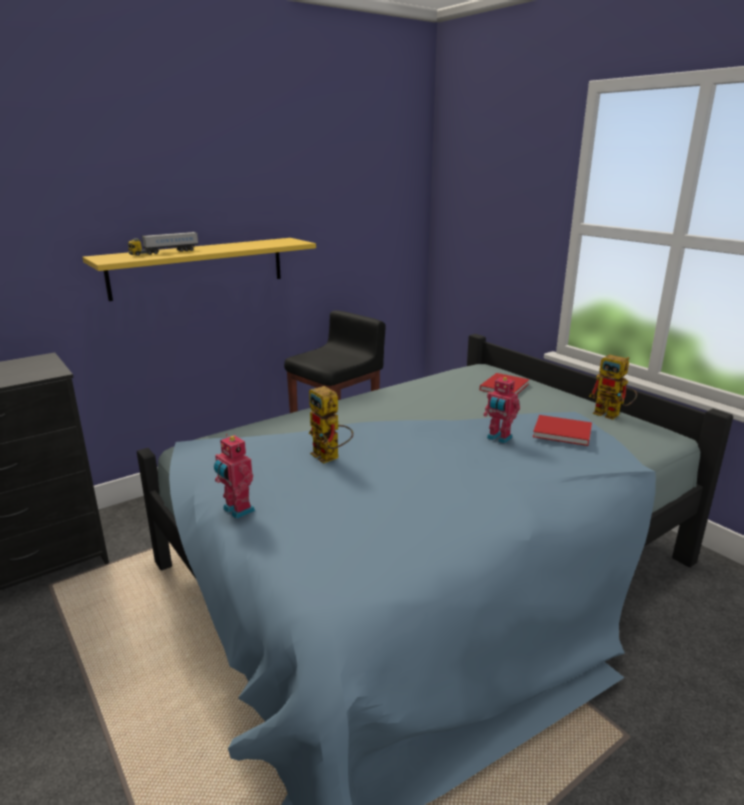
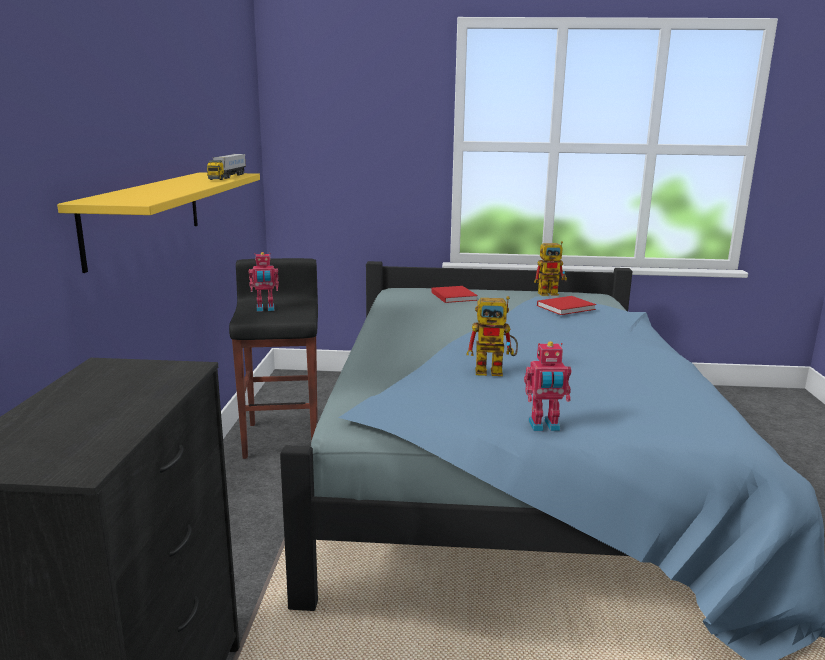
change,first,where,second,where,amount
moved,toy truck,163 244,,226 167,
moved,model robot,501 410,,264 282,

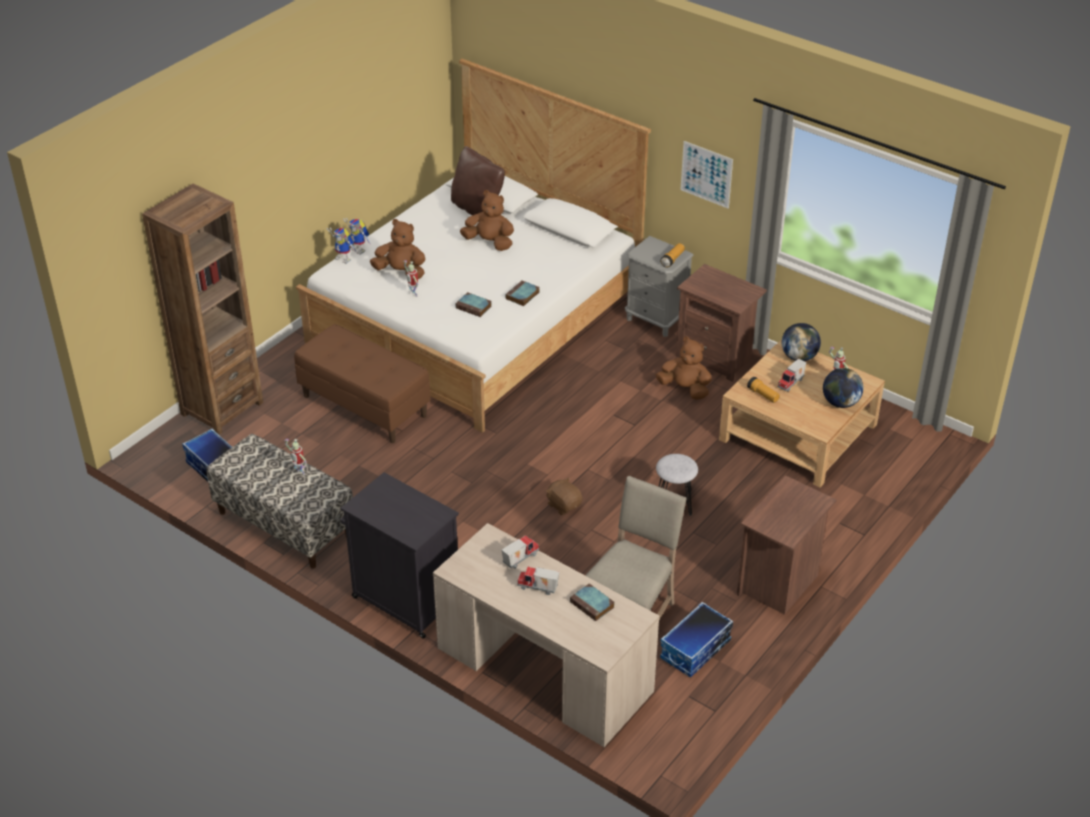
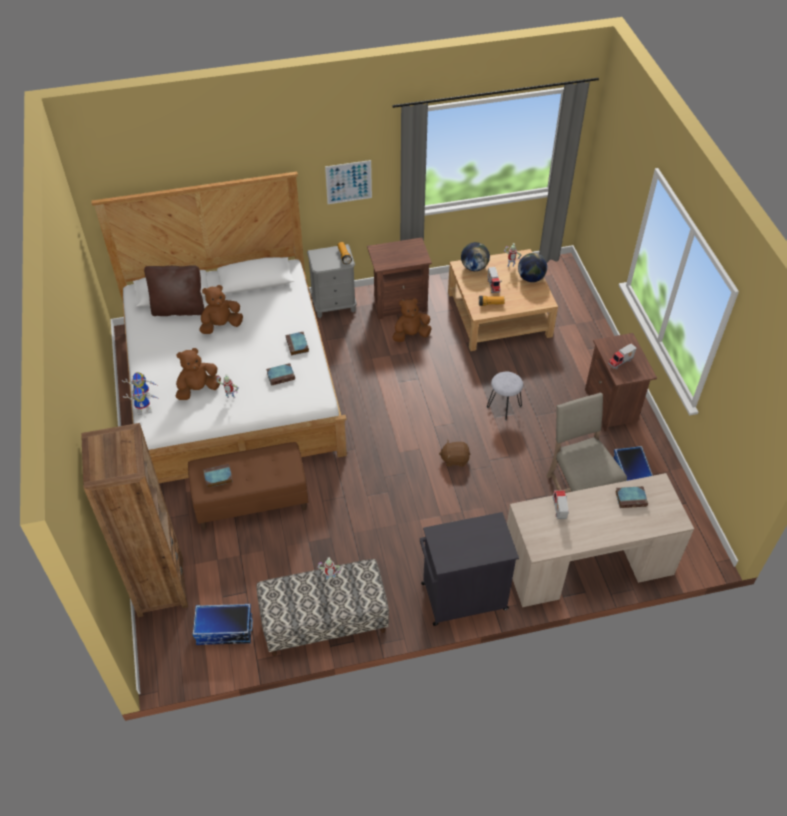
change,first,where,second,where,amount
added,,,book,218 476,
moved,toy truck,538 581,,622 356,

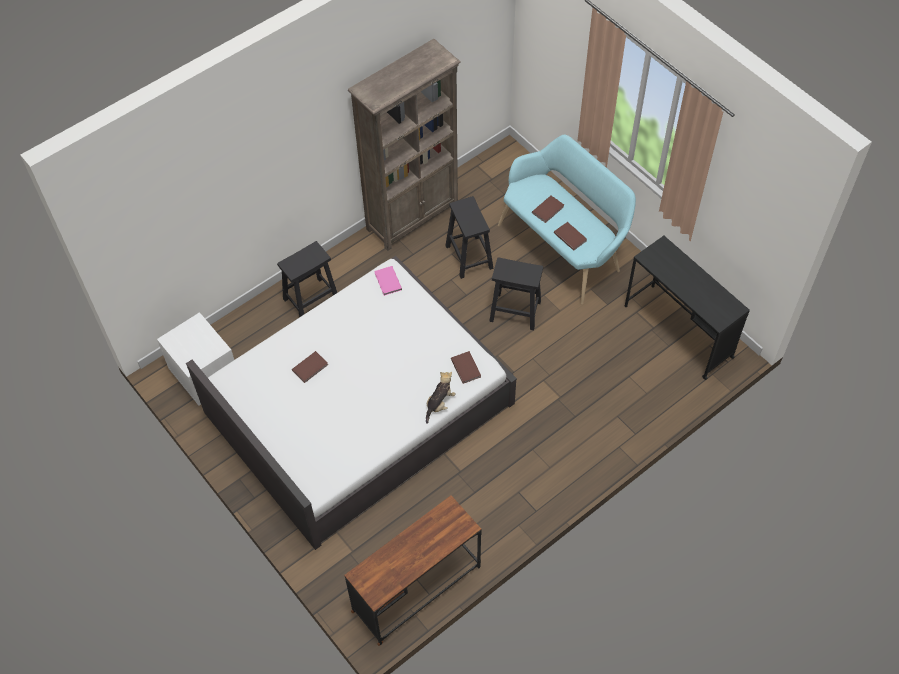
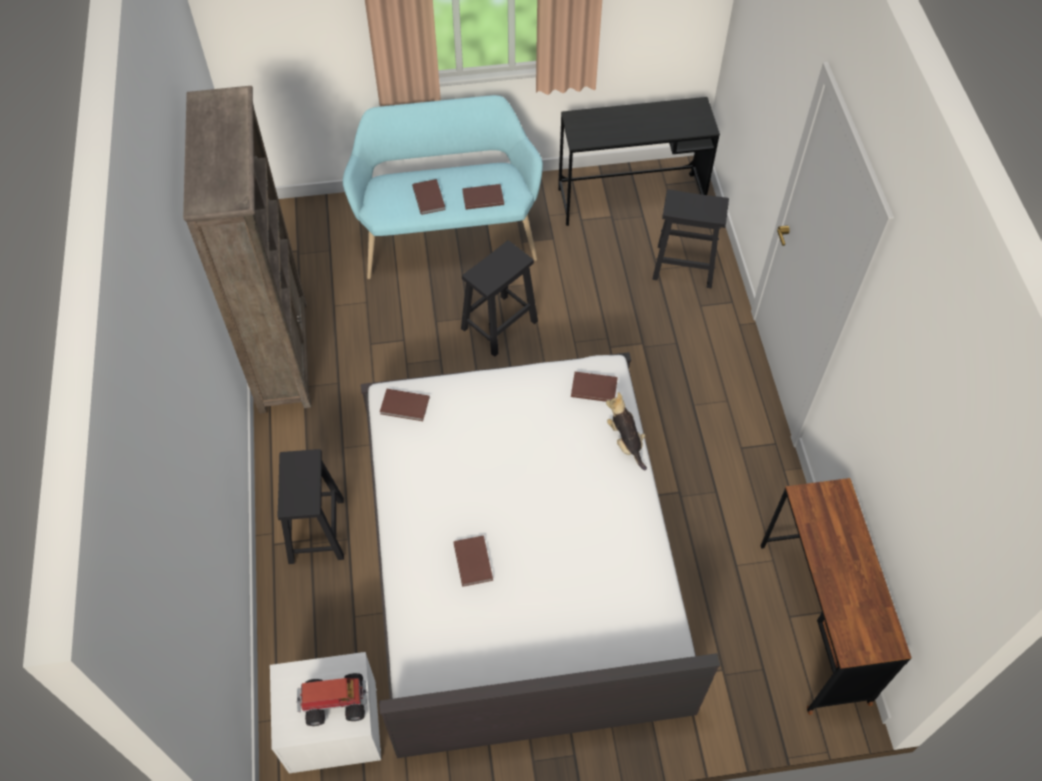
change,first,where,second,where,amount
added,,,toy truck,332 699,
recoloured,pink-coloured book,388 281,brown-coloured book,405 405,
moved,blackish stool seat,469 237,,690 238,

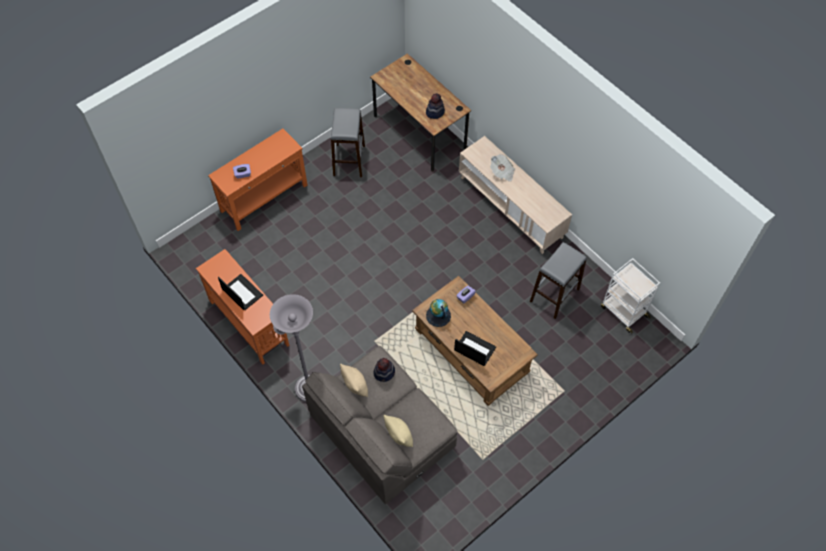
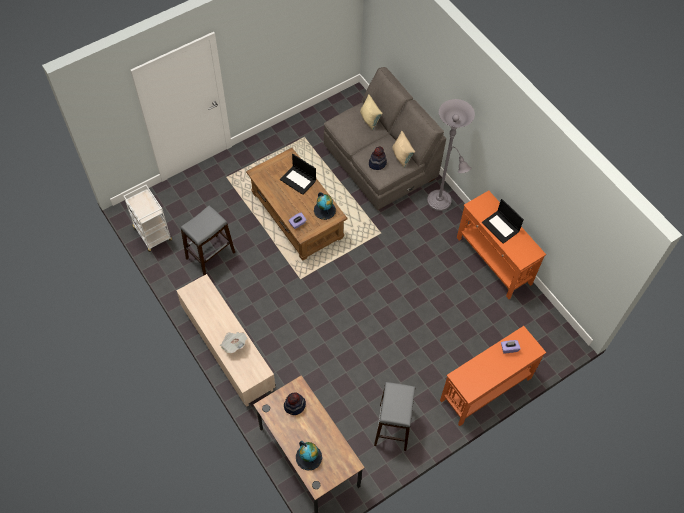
change,first,where,second,where,amount
added,,,world globe,309 456,

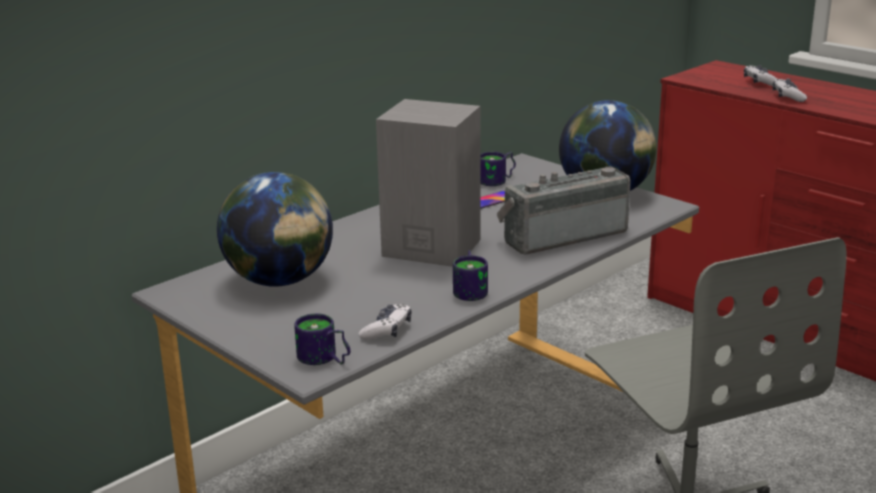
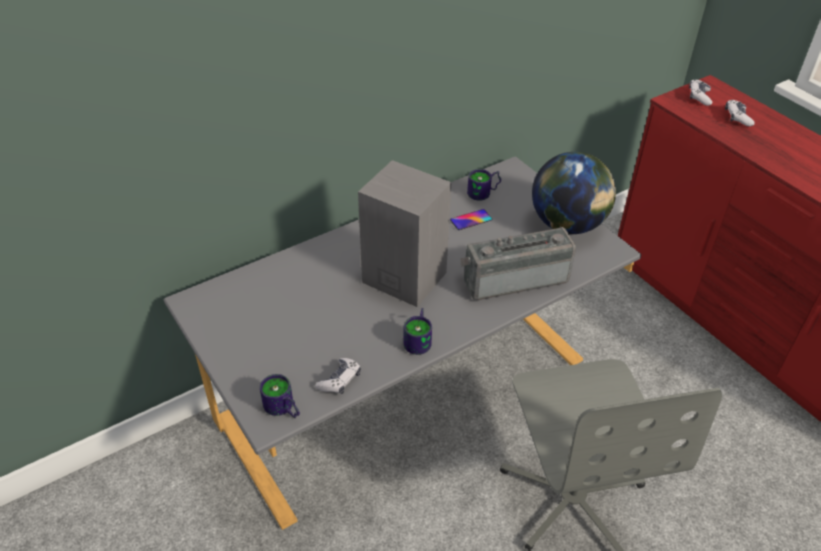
change,first,where,second,where,amount
moved,game controller,789 90,,700 92,
removed,world globe,275 229,,,

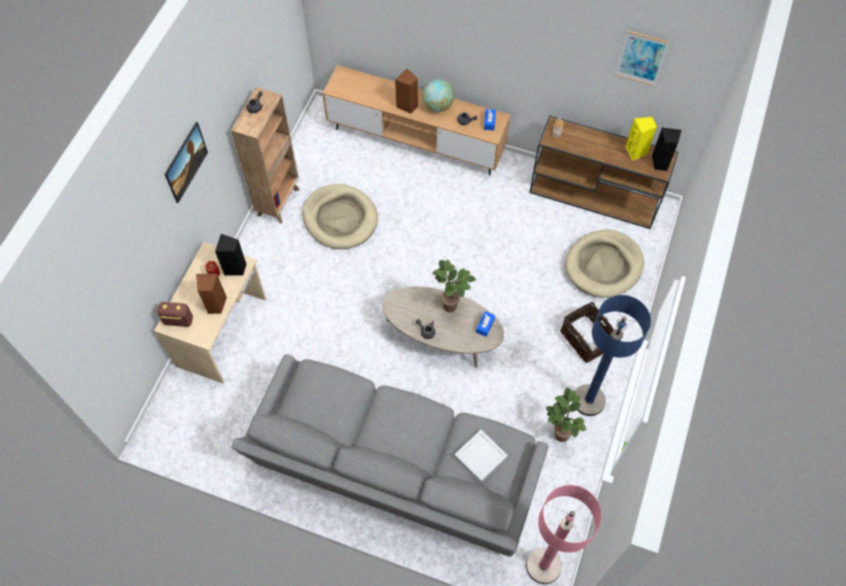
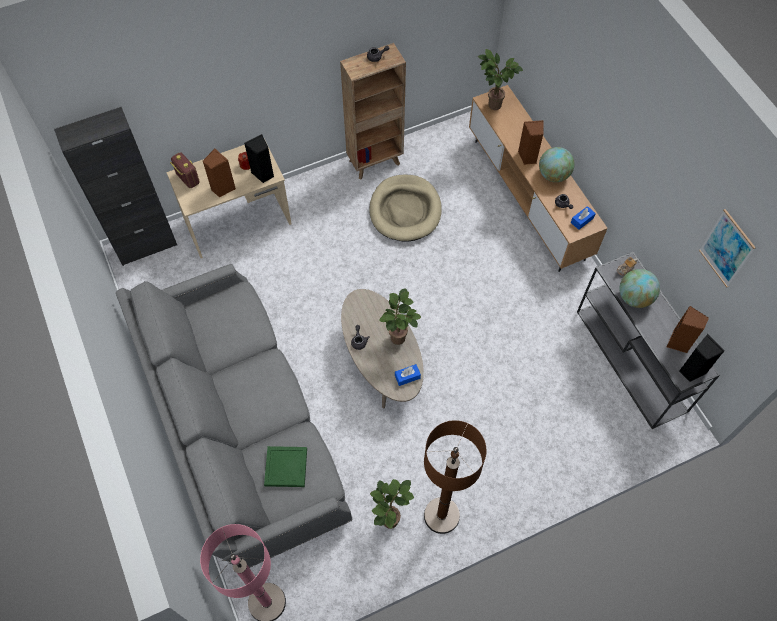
change,first,where,second,where,amount
added,,,blackish storage cabinet,115 186,
recoloured,white-coloured serving tray,481 456,greenish serving tray,285 466,
recoloured,bluish floor lamp,613 355,brown-coloured floor lamp,455 477,
added,,,houseplant,500 79,
recoloured,brown-coloured narrow table,604 172,grey narrow table,648 340,
added,,,world globe,639 288,
recoloured,yellowish loudspeaker,641 139,brown-coloured loudspeaker,687 329,
removed,wall art,186 162,,,
removed,household basket,587 332,,,
removed,beige-coloured dog cushion,604 264,,,

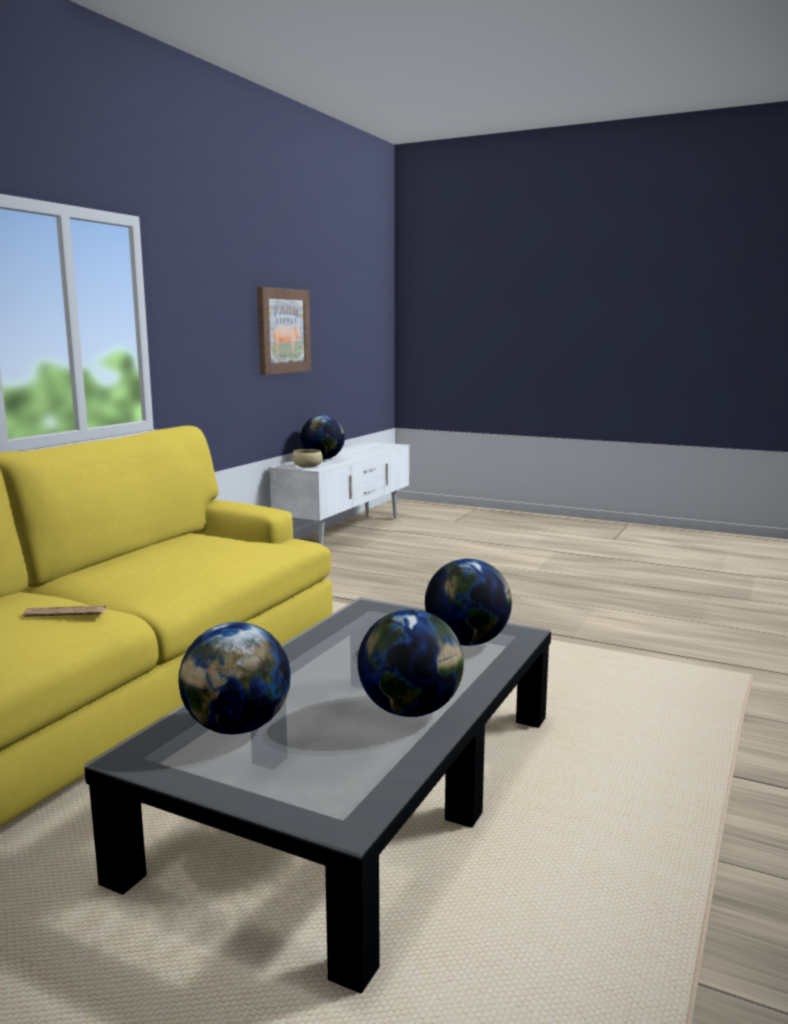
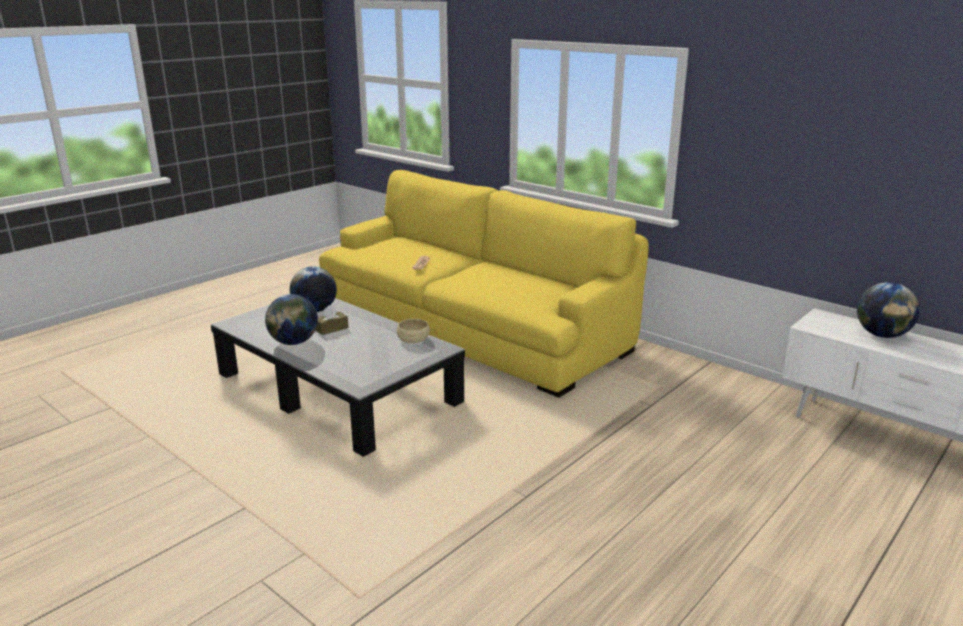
change,first,where,second,where,amount
added,,,brown-coloured tissue holder,332 320,
moved,beige-coloured bowl,307 458,,413 331,
removed,wall art,284 331,,,
removed,world globe,468 602,,,

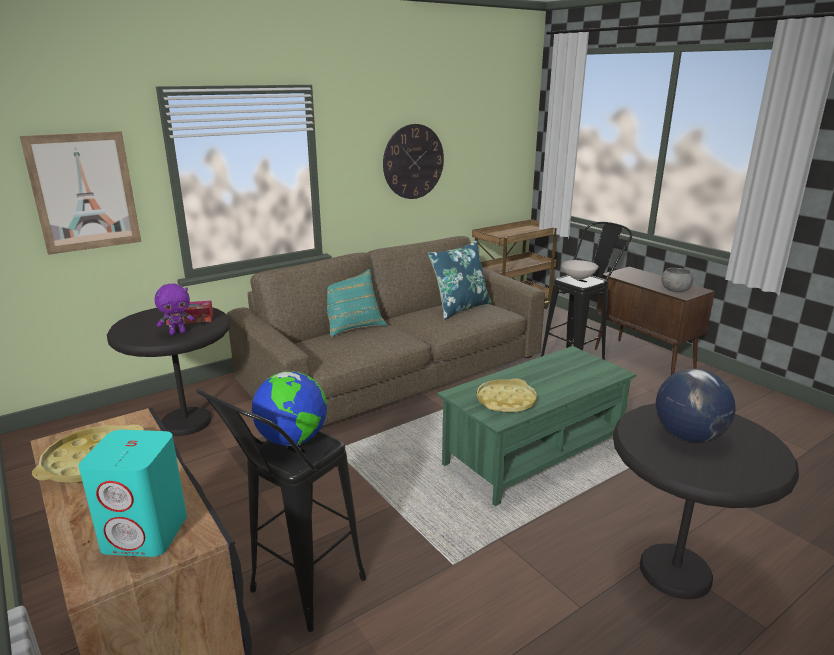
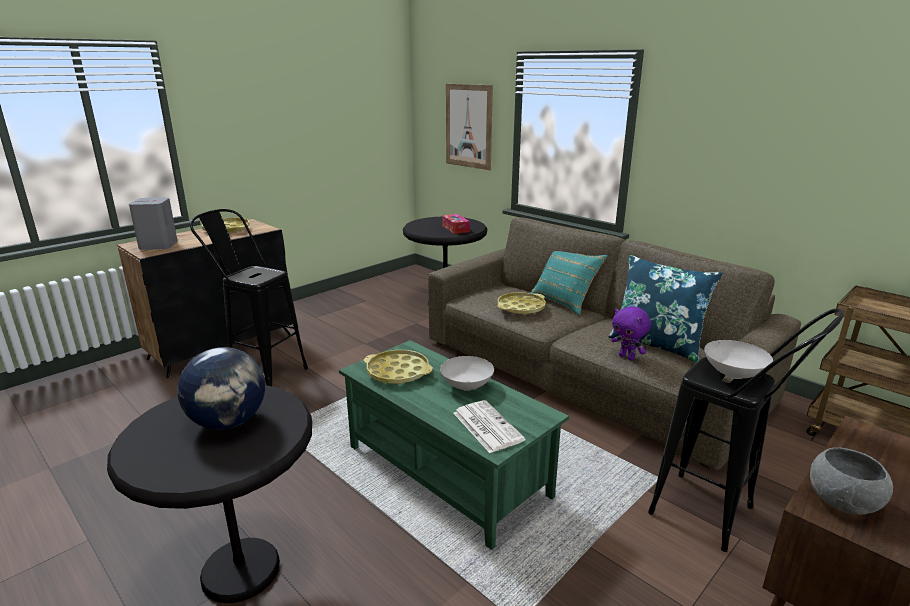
change,first,where,second,where,amount
recoloured,turquoise loudspeaker,132 493,grey loudspeaker,153 223,
added,,,white-coloured bowl,467 373,
added,,,newspaper,489 426,
added,,,yellowish serving tray,521 303,
moved,purple soft toy,175 309,,631 333,
removed,world globe,289 408,,,
removed,hanging clock,413 161,,,

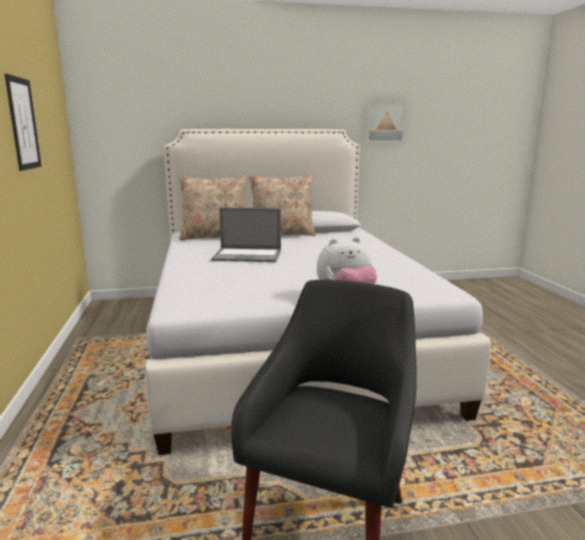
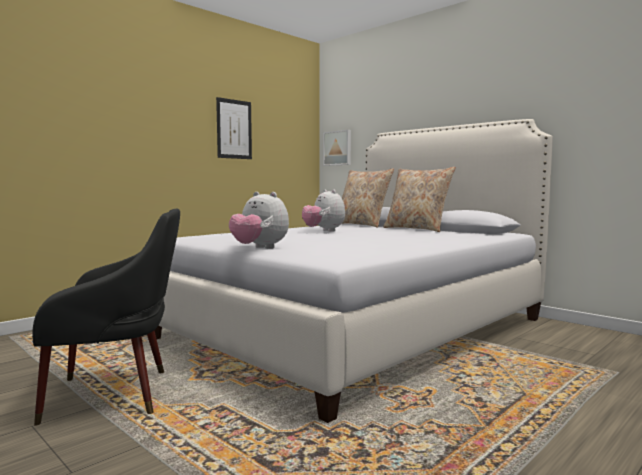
change,first,where,second,where,amount
replaced,notebook computer,246 235,soft toy,323 210,
moved,wall art,386 122,,337 148,

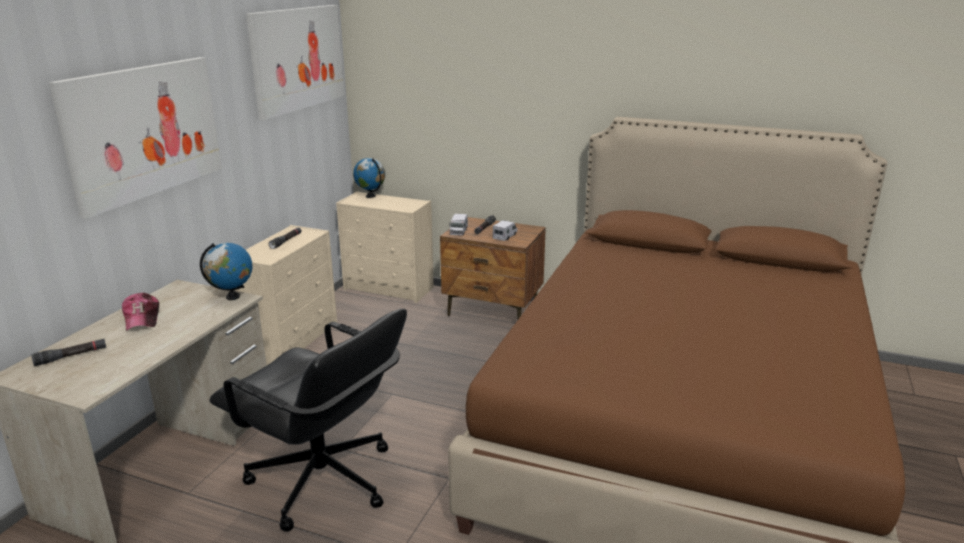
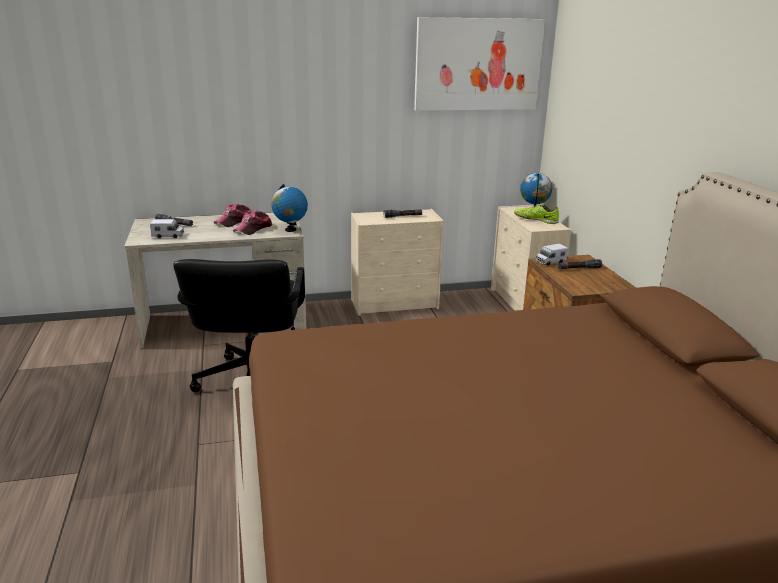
change,first,where,second,where,amount
moved,toy truck,505 230,,167 229,
added,,,cap,252 222,
added,,,item of footwear,536 214,
removed,wall art,135 138,,,

